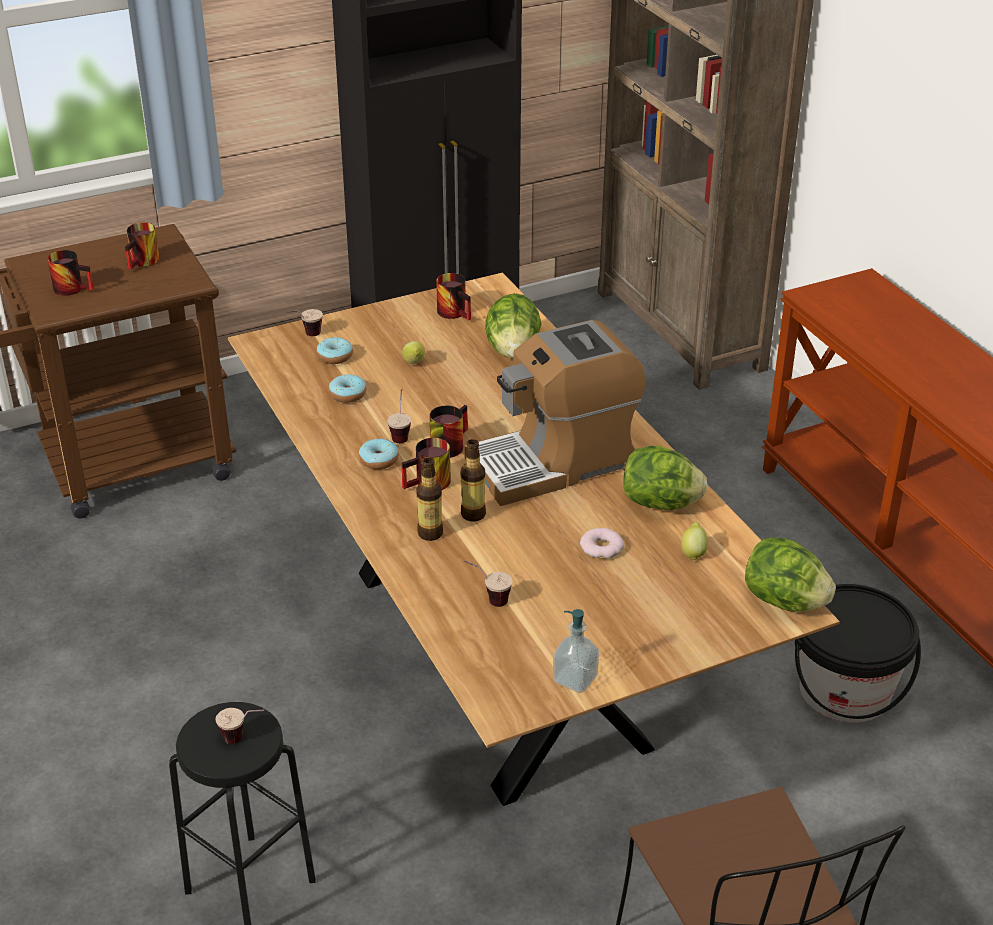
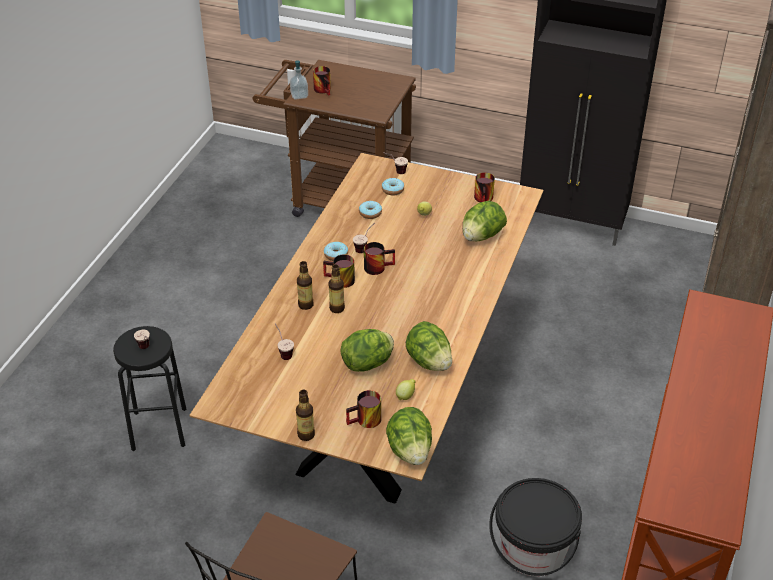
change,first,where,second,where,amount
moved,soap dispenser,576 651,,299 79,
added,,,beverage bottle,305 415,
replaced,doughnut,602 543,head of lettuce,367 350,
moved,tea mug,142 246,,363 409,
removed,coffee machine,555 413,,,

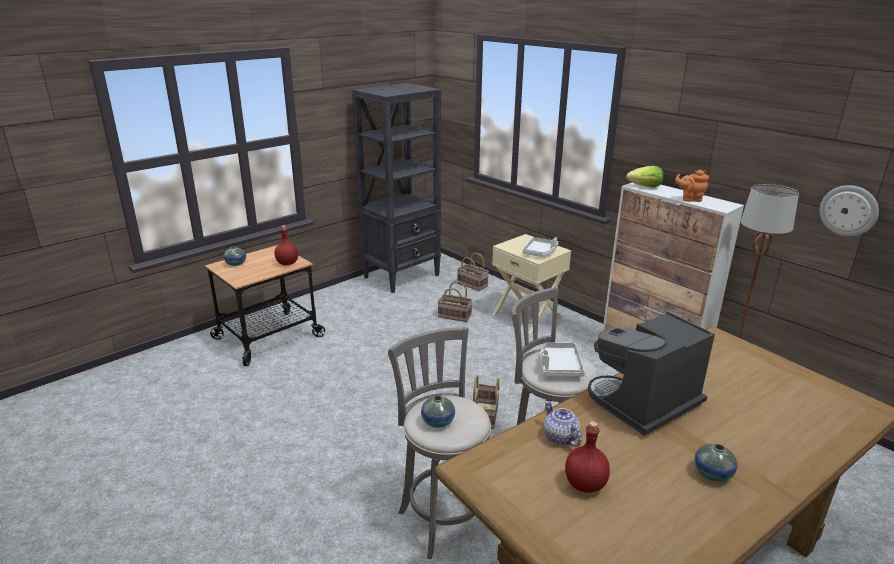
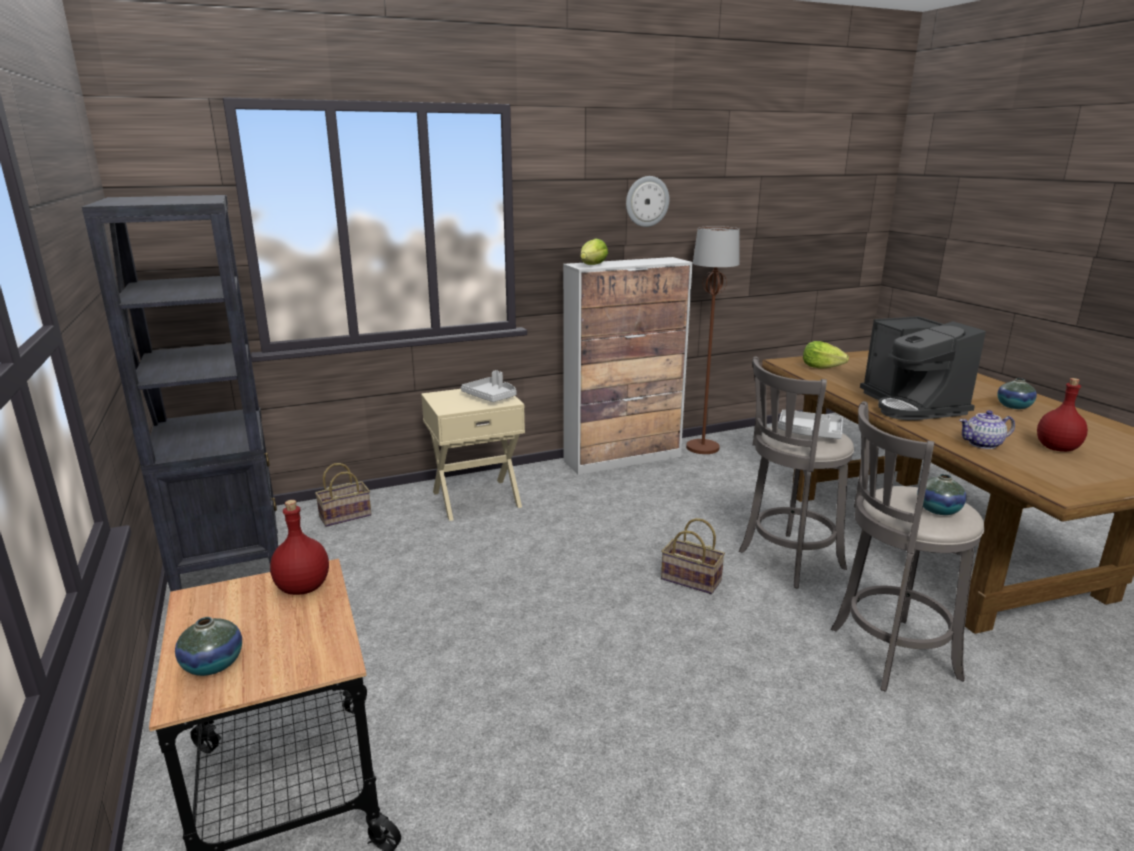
change,first,where,second,where,amount
moved,hanging clock,849 210,,647 201,
added,,,head of lettuce,826 355,
removed,household basket,455 301,,,
removed,orange-coloured tea pot,692 186,,,

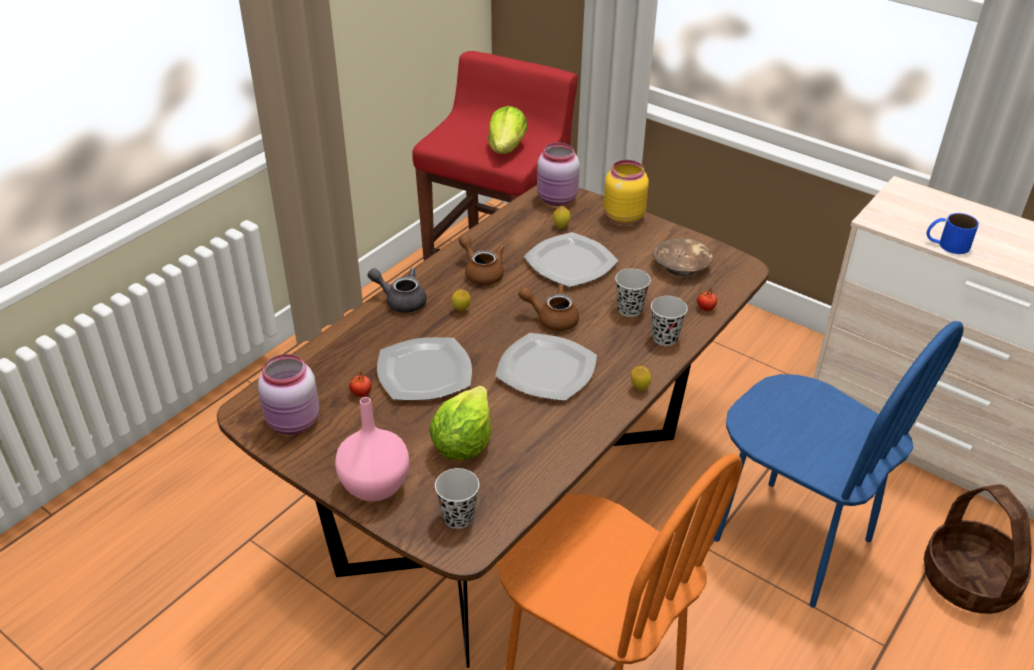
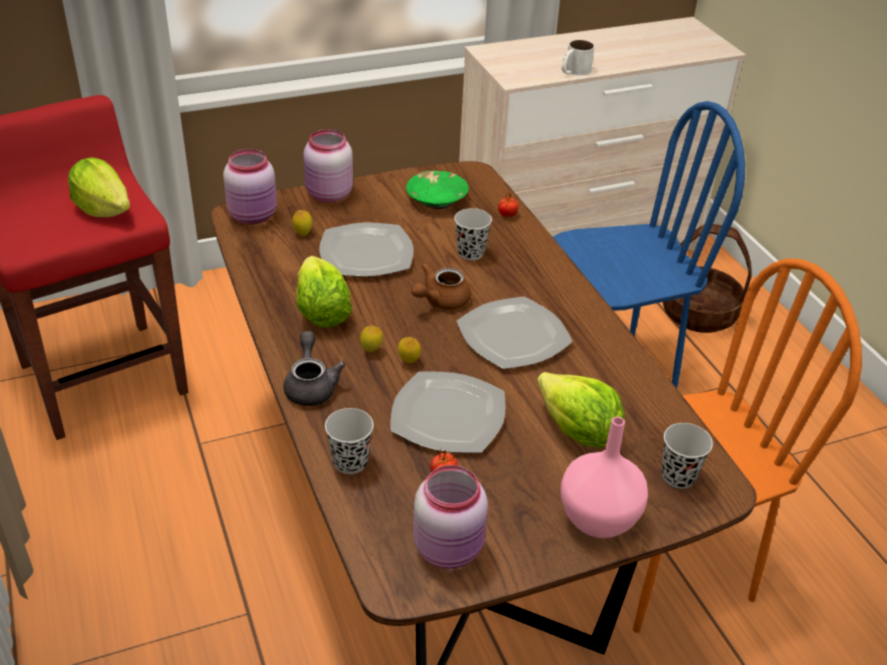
change,first,where,second,where,amount
turned,grey tea pot,397 290,,314 368,120 degrees clockwise
replaced,brown-coloured tea pot,481 260,head of lettuce,324 292,
recoloured,yellowish storage jar,626 192,pink-coloured storage jar,328 165,
moved,blackish cup,669 321,,349 441,
moved,whole lemon,641 378,,409 350,
recoloured,brown-coloured bowl,683 257,greenish bowl,437 190,
recoloured,bluish tea mug,953 233,white-coloured tea mug,578 57,

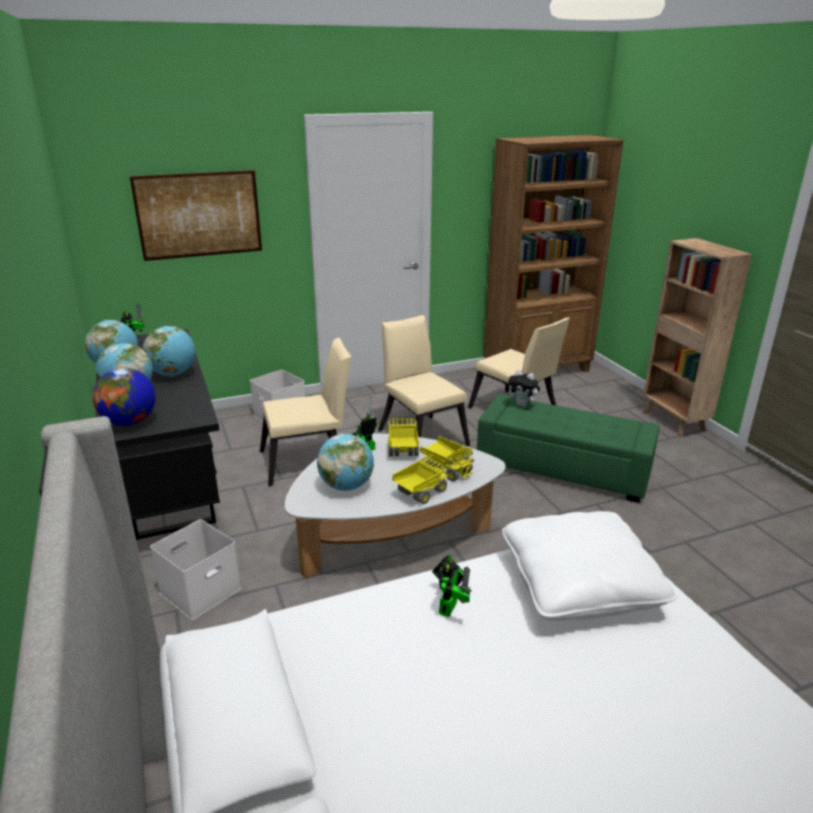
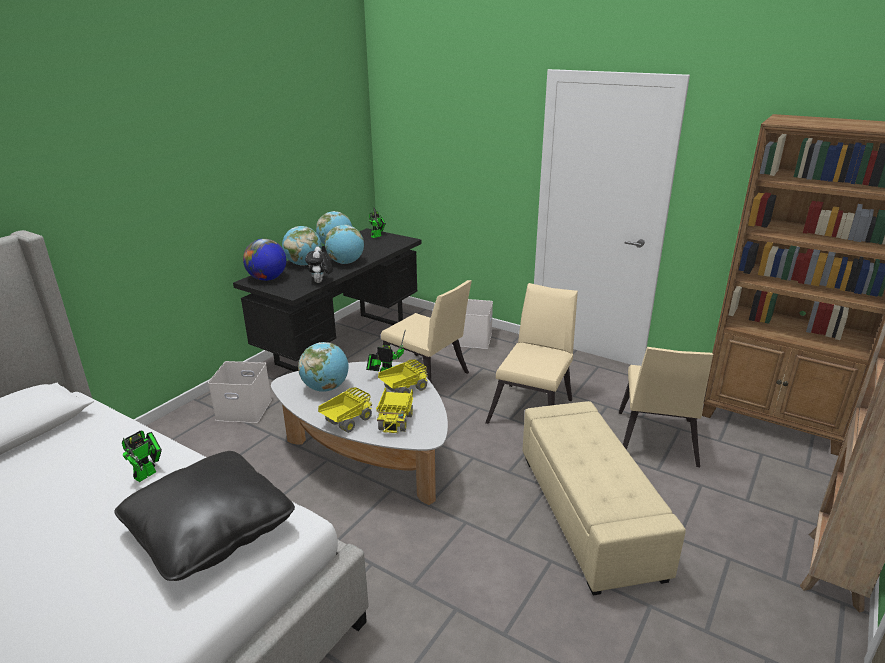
change,first,where,second,where,amount
recoloured,white-coloured throw pillow,589 566,blackish throw pillow,204 516,
turned,model robot,452 586,,142 456,45 degrees counterclockwise
moved,soft toy,524 388,,319 265,
turned,toy truck,420 480,,345 410,60 degrees counterclockwise
recoloured,greenish footrest,568 449,beige-coloured footrest,604 498,
removed,wall art,196 215,,,

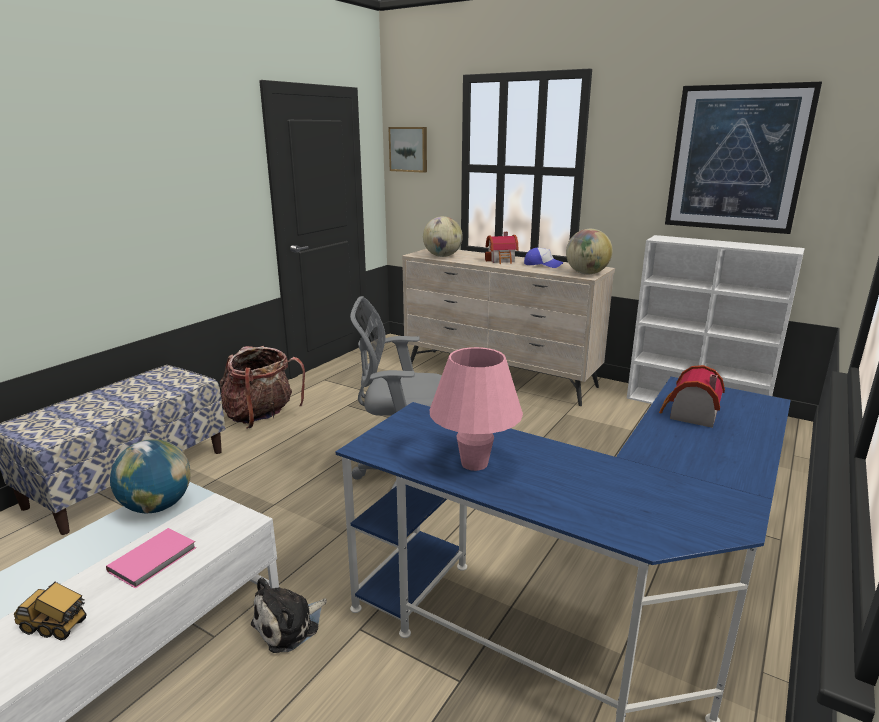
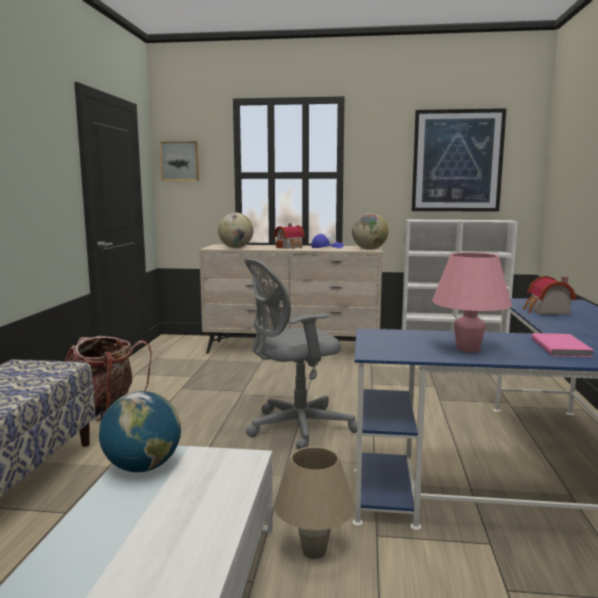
change,first,where,second,where,amount
replaced,soft toy,289 615,beige-coloured table lamp,314 503,
moved,pink-coloured book,151 558,,562 345,
removed,toy truck,50 611,,,

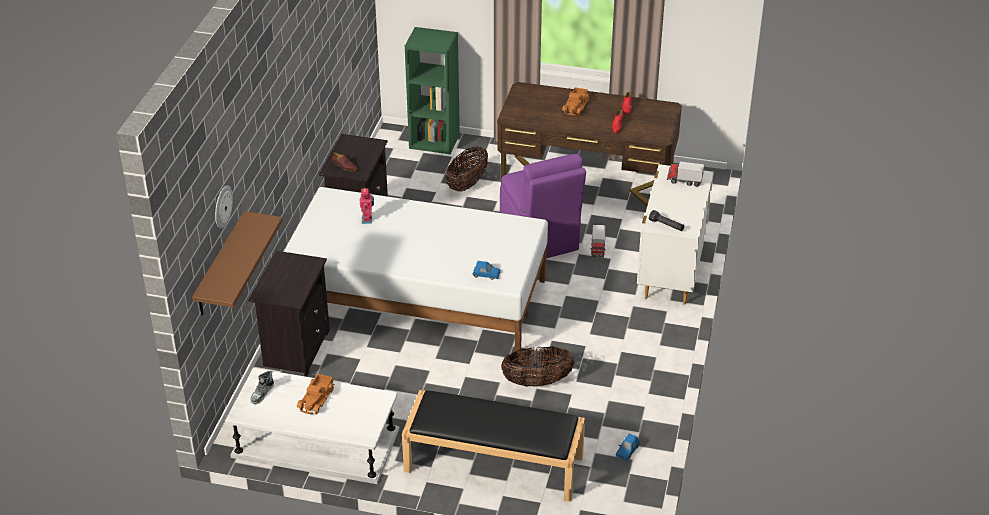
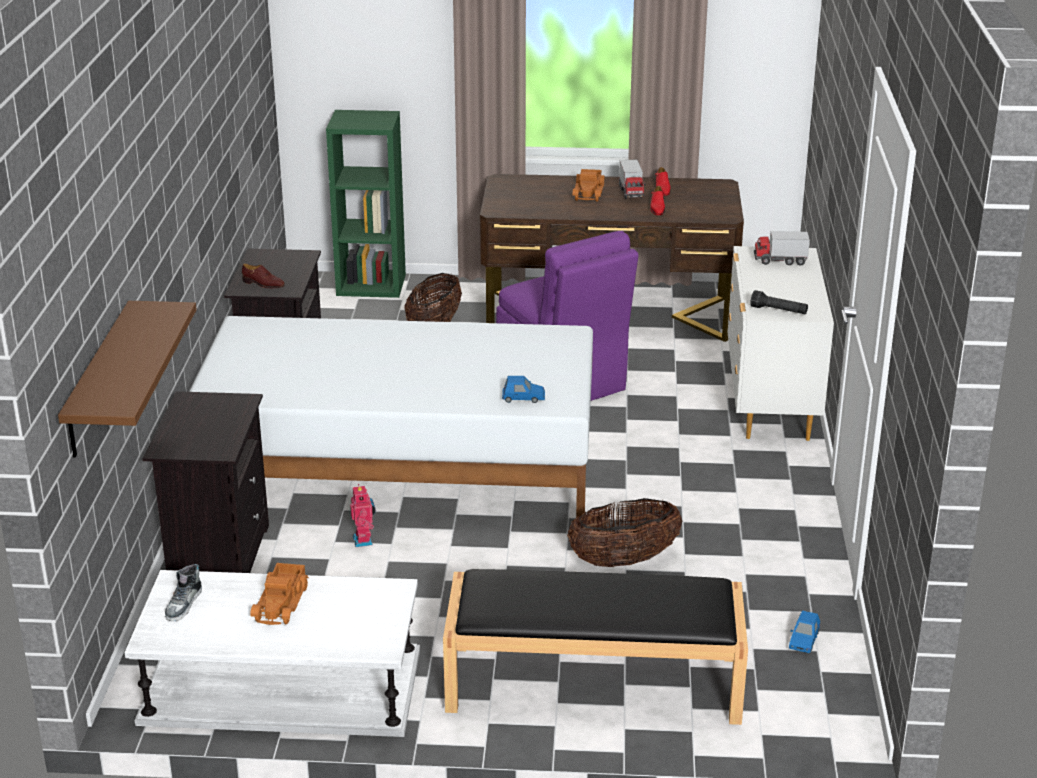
change,first,where,second,where,amount
moved,model robot,367 206,,363 515,
moved,toy truck,598 241,,632 179,
removed,hanging clock,224 207,,,

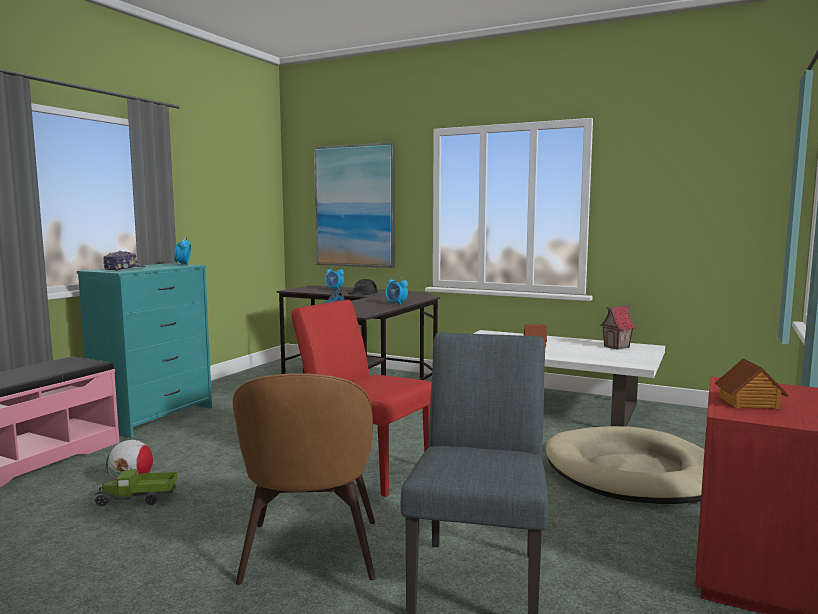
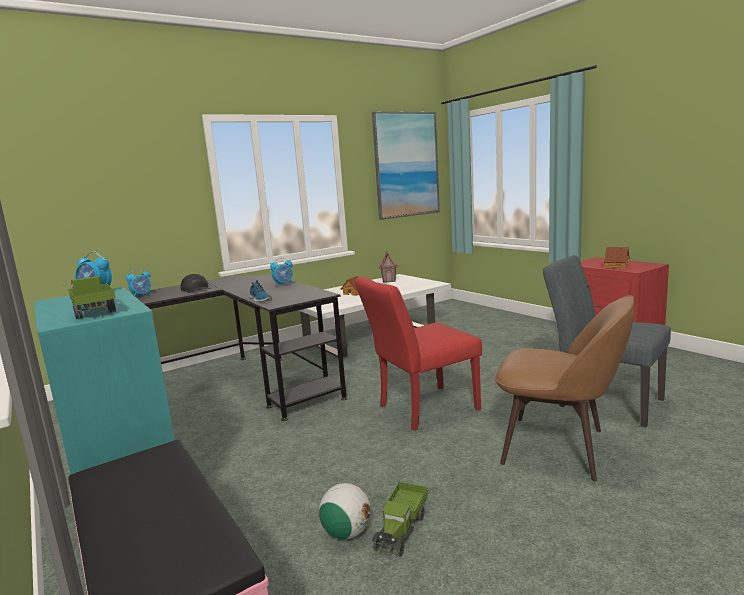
change,first,where,second,where,amount
replaced,cap,124 261,toy truck,90 297,
moved,wall art,354 205,,406 165,
removed,beige-coloured dog cushion,625 465,,,

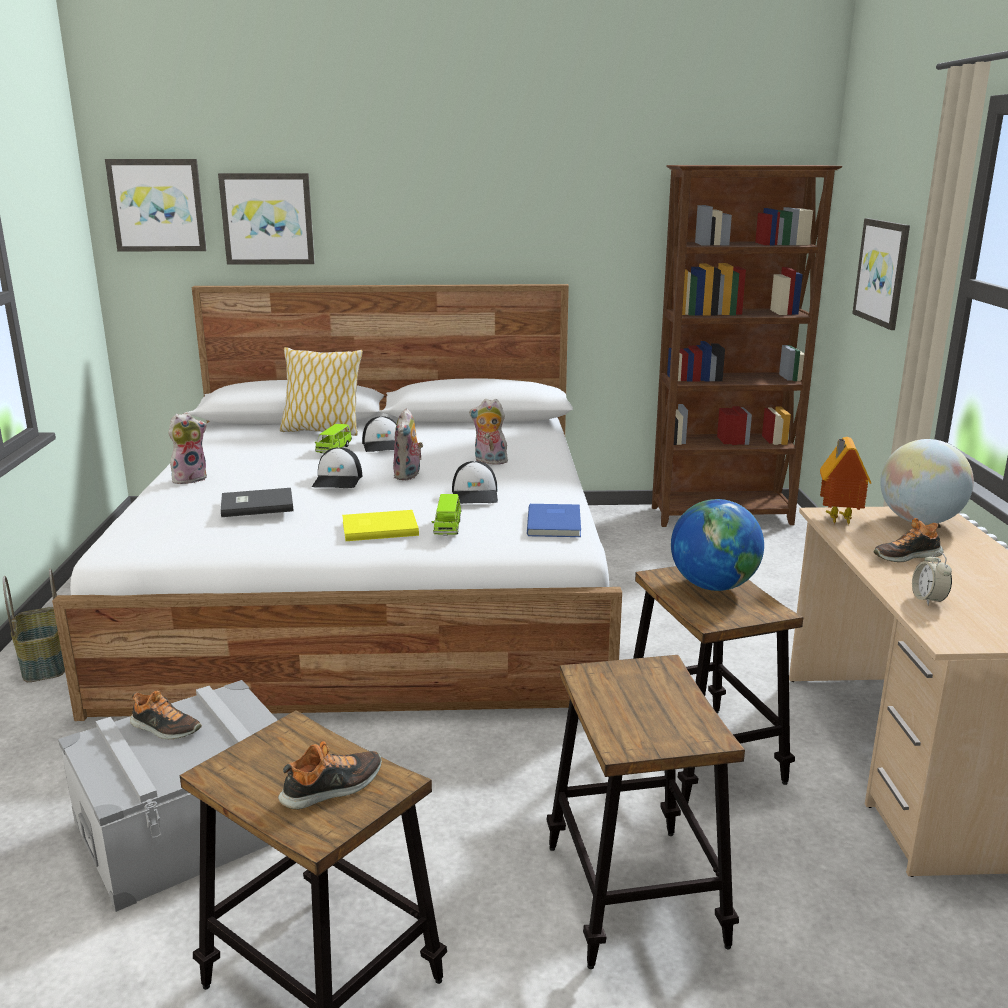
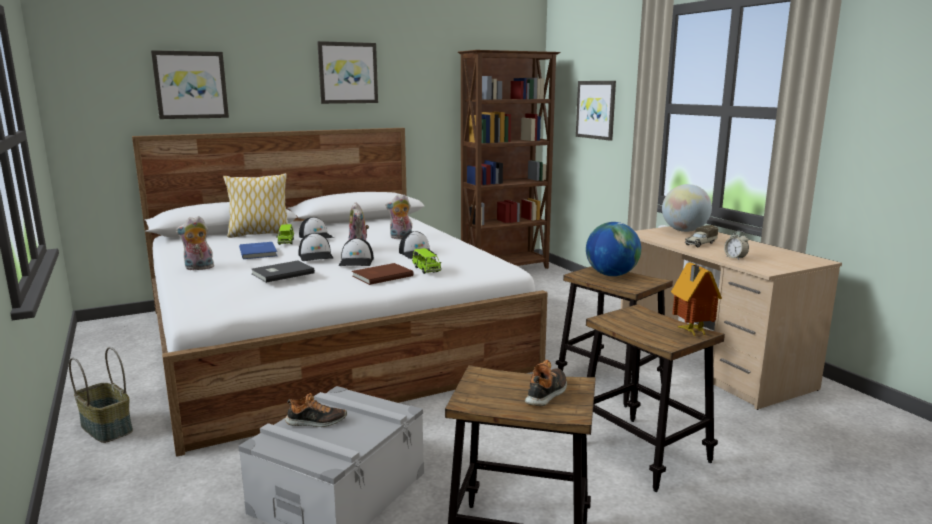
change,first,where,second,where,amount
turned,soft toy,187 448,,194 243,135 degrees counterclockwise
moved,bluish book,554 520,,258 250,
moved,wall art,156 205,,347 72,
added,,,cap,356 252,
recoloured,yellowish book,380 525,brown-coloured book,383 274,
moved,toy house,845 481,,696 299,
replaced,item of footwear,909 540,toy truck,701 236,

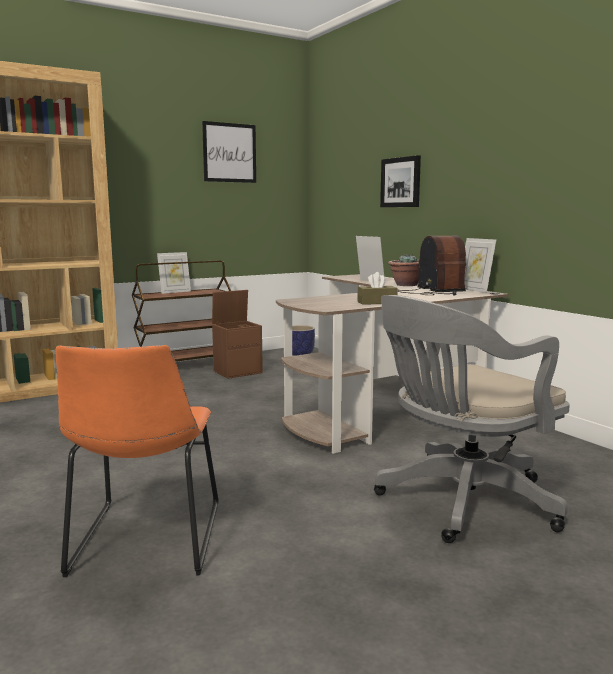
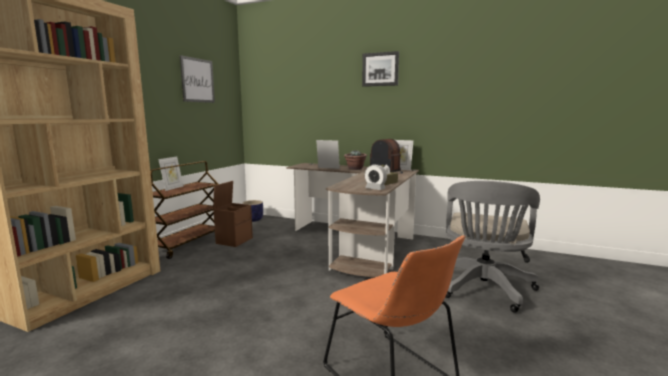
change,first,where,second,where,amount
moved,wall art,400 181,,380 69,
added,,,bedside clock,376 177,

